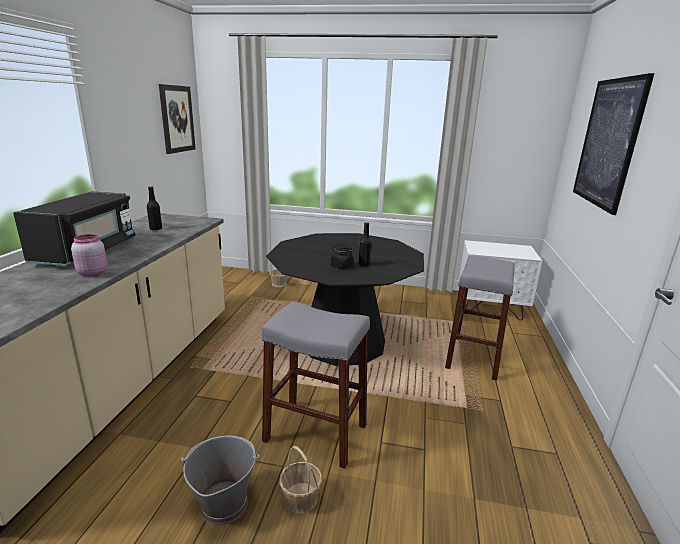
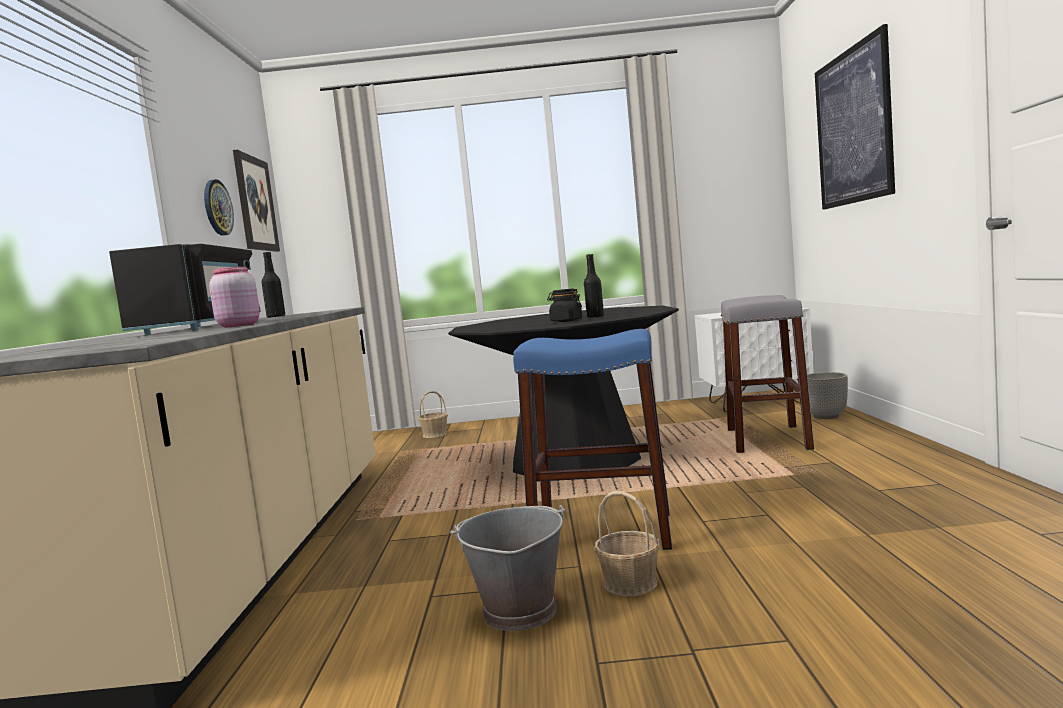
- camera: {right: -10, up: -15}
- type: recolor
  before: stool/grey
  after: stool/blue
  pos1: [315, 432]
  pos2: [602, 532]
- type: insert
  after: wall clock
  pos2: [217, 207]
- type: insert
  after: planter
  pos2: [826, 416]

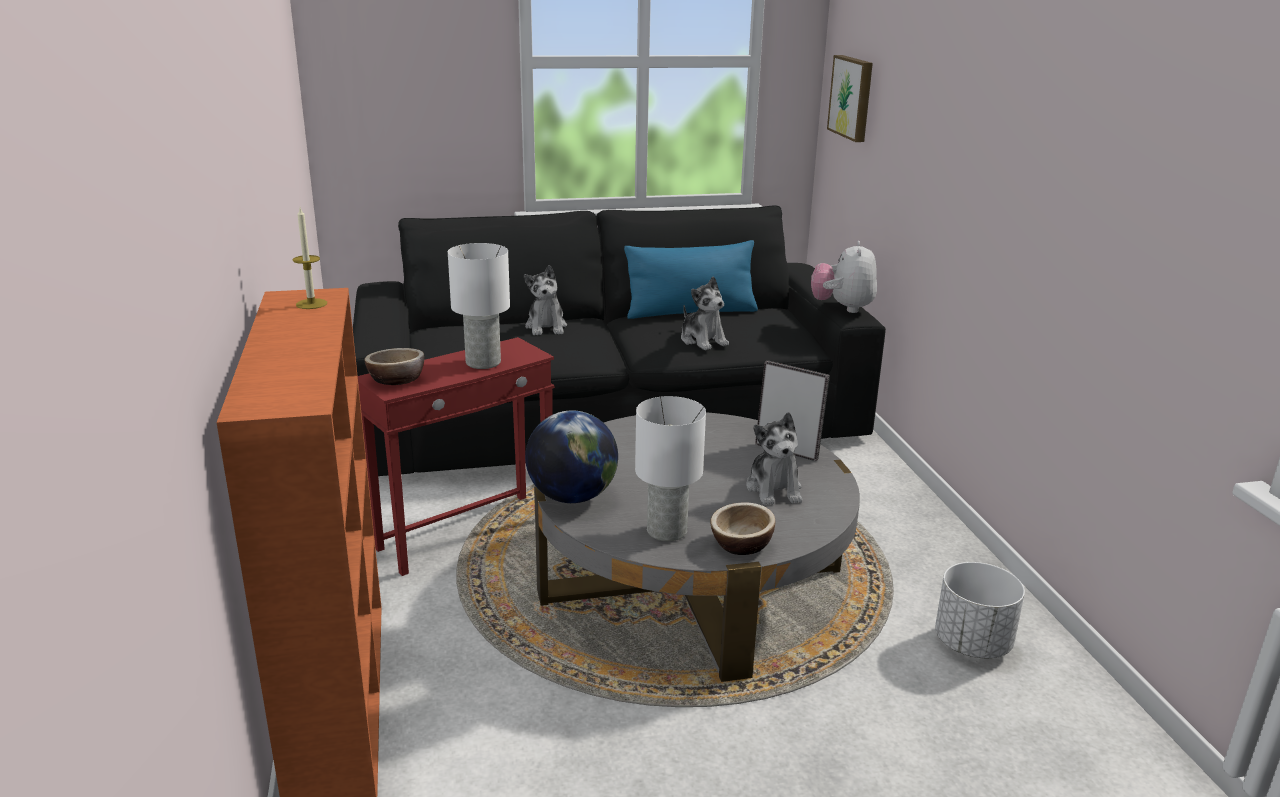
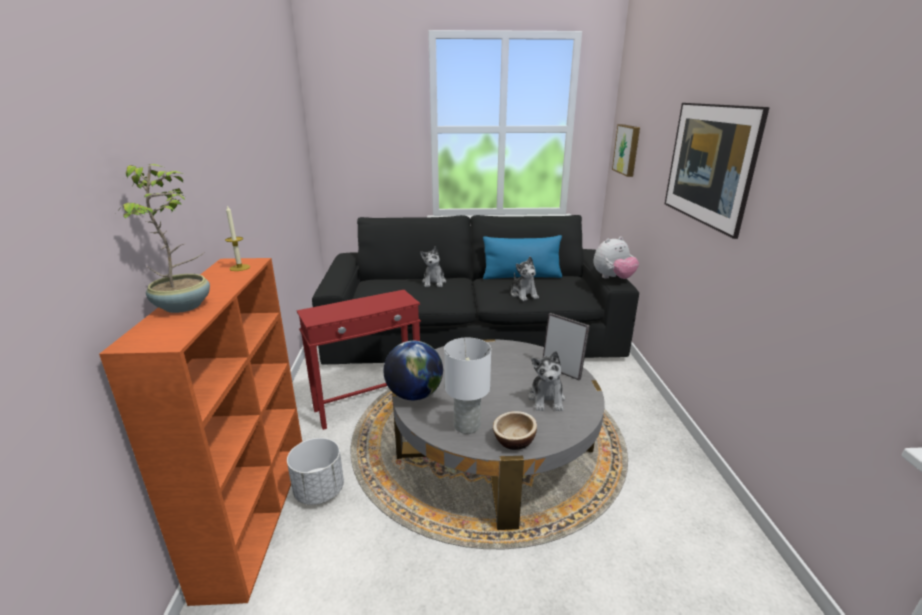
- camera: {right: 10, up: 0}
- type: rotate
  before: plush toy
  pos1: [842, 308]
  pos2: [613, 278]
  turn: -135
- type: delete
  before: table lamp/white
  pos1: [484, 362]
- type: delete
  before: bowl
  pos1: [396, 380]
- type: move
  before: planter/white
  pos1: [973, 644]
  pos2: [319, 491]
- type: insert
  after: picture
  pos2: [703, 192]
- type: insert
  after: potted plant
  pos2: [185, 306]

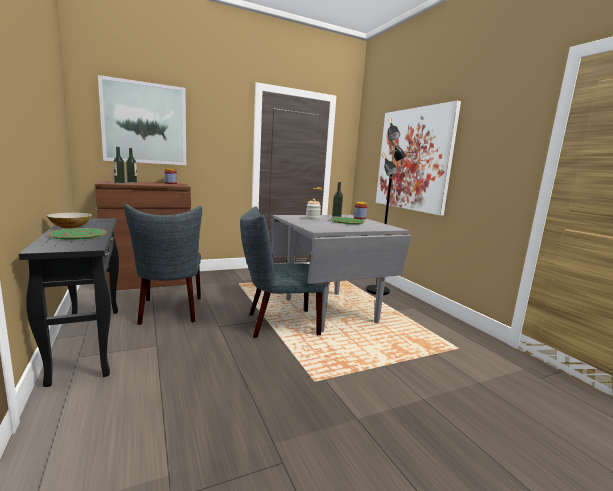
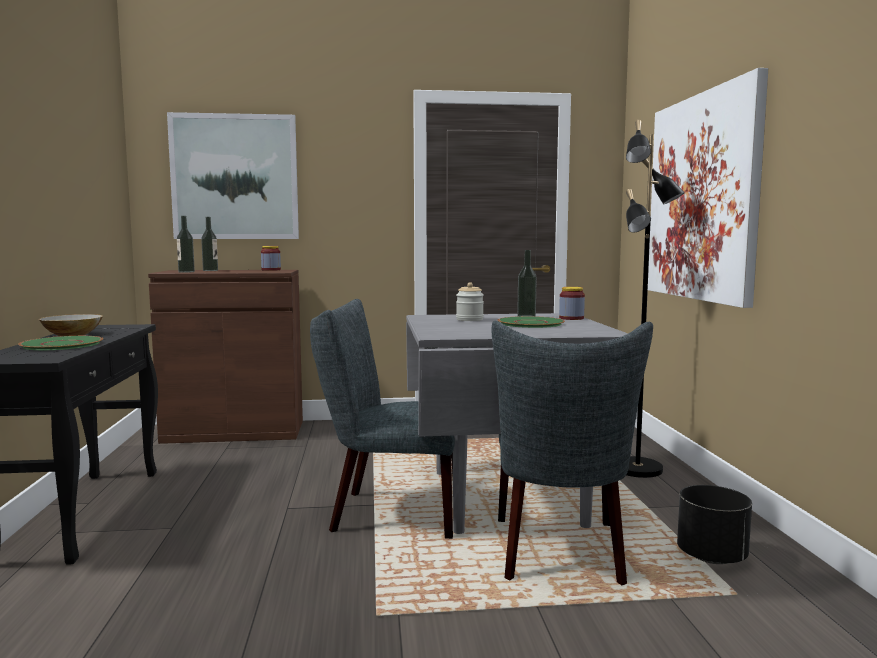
- camera: {right: 20, up: -5}
- type: move
  before: chair/grey
  pos1: [170, 312]
  pos2: [560, 555]
- type: insert
  after: planter/black
  pos2: [711, 557]

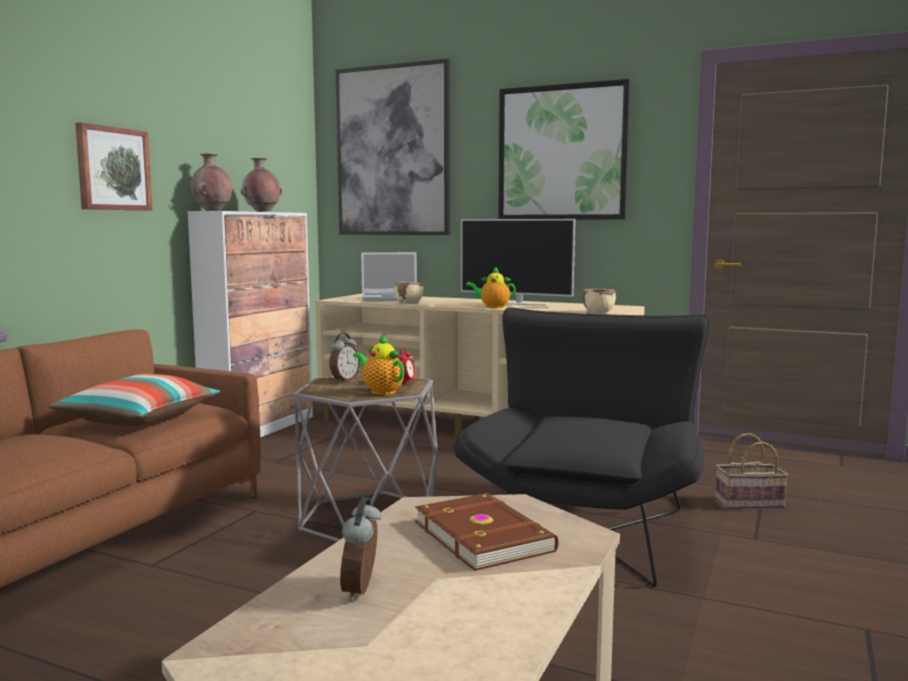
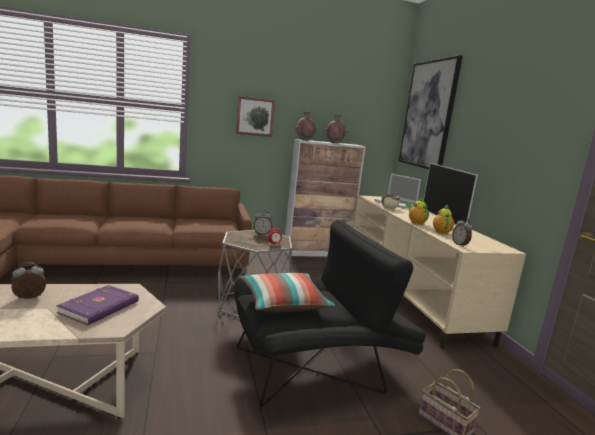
- camera: {right: 50, up: 5}
- type: delete
  before: picture
  pos1: [562, 153]
- type: replace
  before: bowl/beige
  after: alarm clock
  pos1: [598, 312]
  pos2: [460, 245]
- type: move
  before: teapot
  pos1: [381, 391]
  pos2: [441, 232]
- type: move
  before: pillow
  pos1: [139, 419]
  pos2: [283, 303]
- type: recolor
  before: book/brown
  after: book/purple
  pos1: [484, 535]
  pos2: [100, 307]

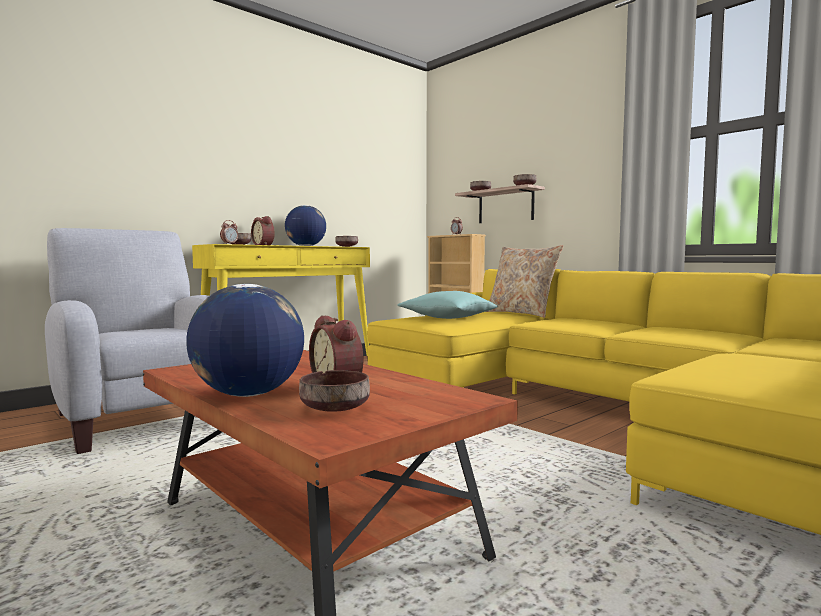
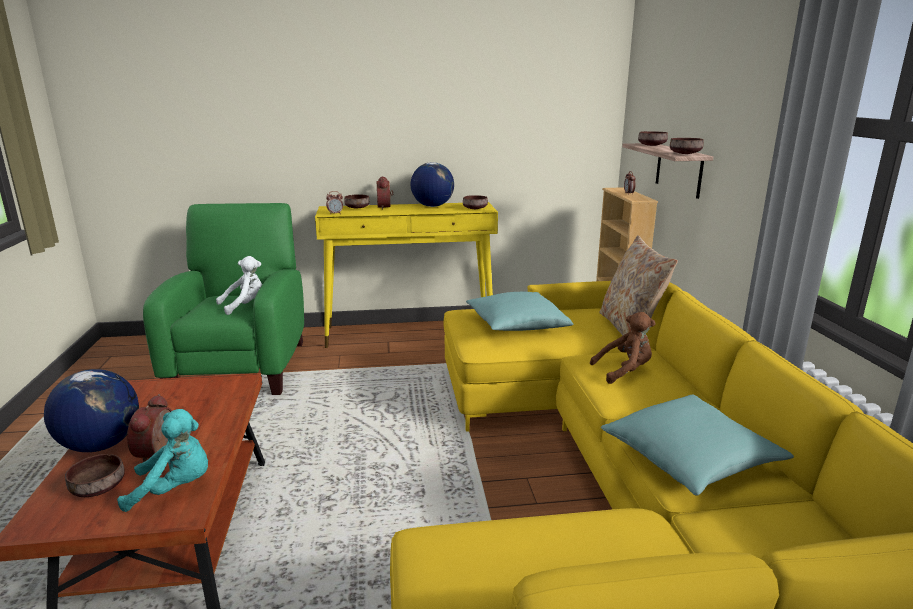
- camera: {right: 35, up: 15}
- type: recolor
  before: armchair/grey
  after: armchair/green
  pos1: [141, 417]
  pos2: [243, 365]
- type: insert
  after: plush toy/white
  pos2: [245, 305]
- type: insert
  after: plush toy/brown
  pos2: [624, 371]
- type: insert
  after: pillow/turquoise
  pos2: [690, 460]
- type: insert
  after: plush toy/turquoise
  pos2: [175, 489]

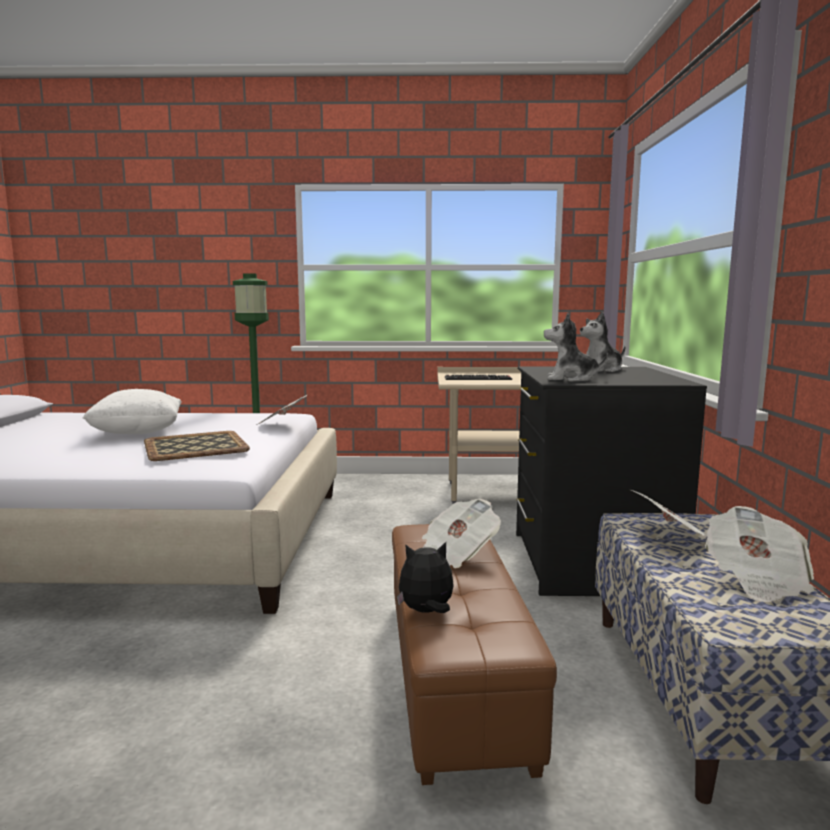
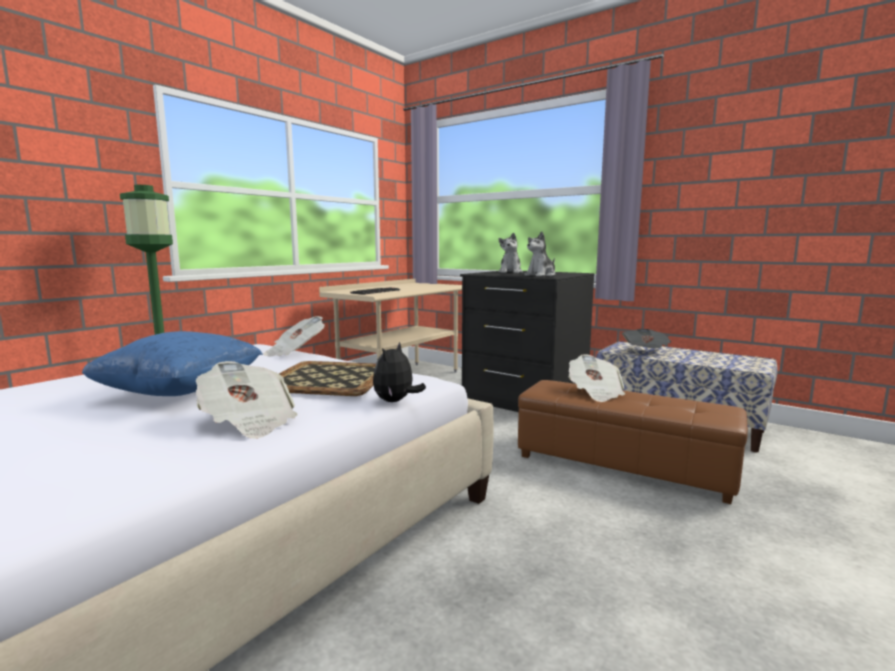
- camera: {right: -55, up: 0}
- type: recolor
  before: pillow/white
  after: pillow/blue
  pos1: [137, 433]
  pos2: [181, 393]
- type: move
  before: newspaper
  pos1: [755, 579]
  pos2: [249, 422]
- type: move
  before: plush toy
  pos1: [426, 612]
  pos2: [396, 401]

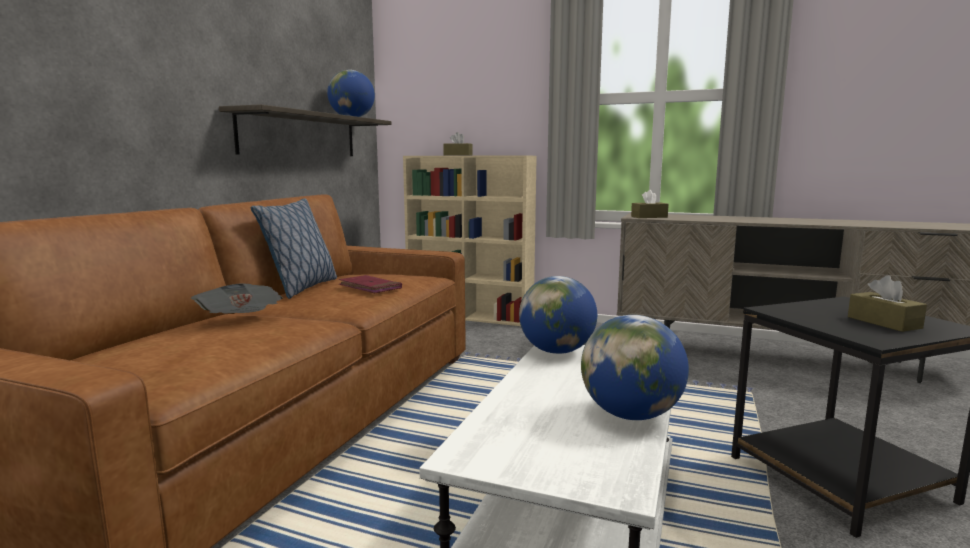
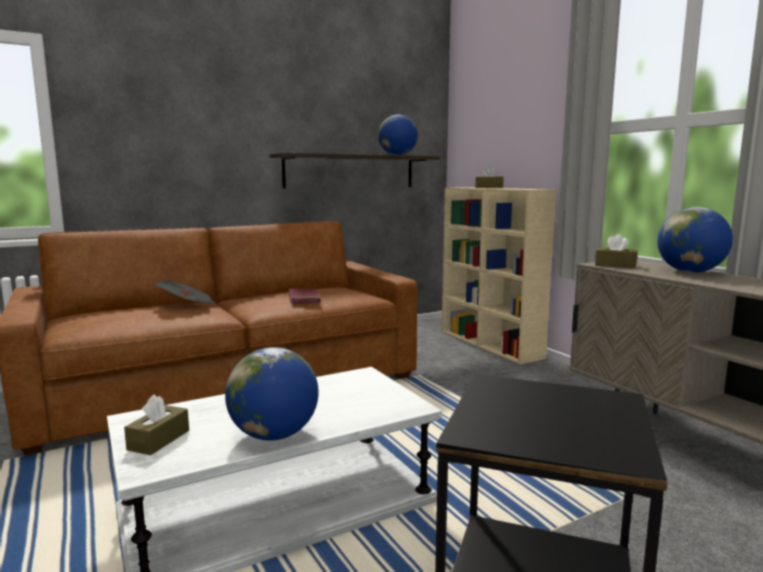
- camera: {right: 40, up: 0}
- type: delete
  before: pillow
  pos1: [301, 288]
- type: move
  before: tissue box/brown
  pos1: [884, 322]
  pos2: [159, 440]
- type: move
  before: globe
  pos1: [557, 351]
  pos2: [690, 272]

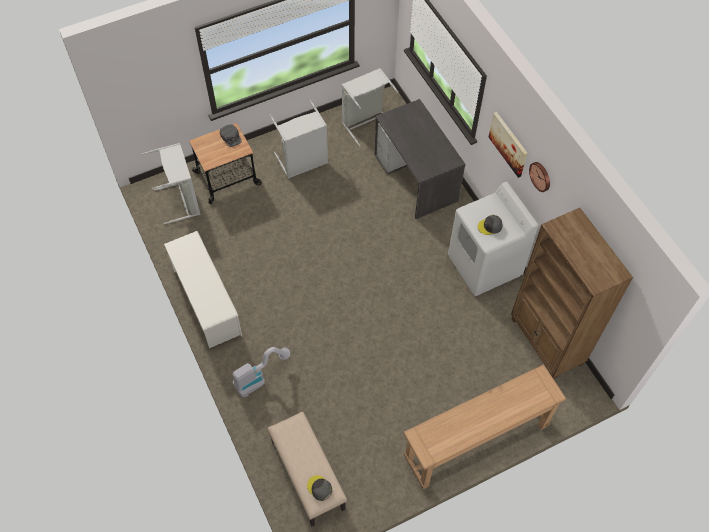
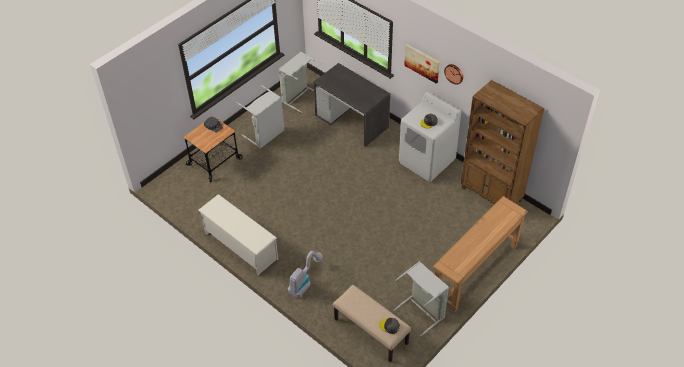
- camera: {right: -20, up: -10}
- type: move
  before: laundry basket/grey
  pos1: [183, 200]
  pos2: [422, 311]

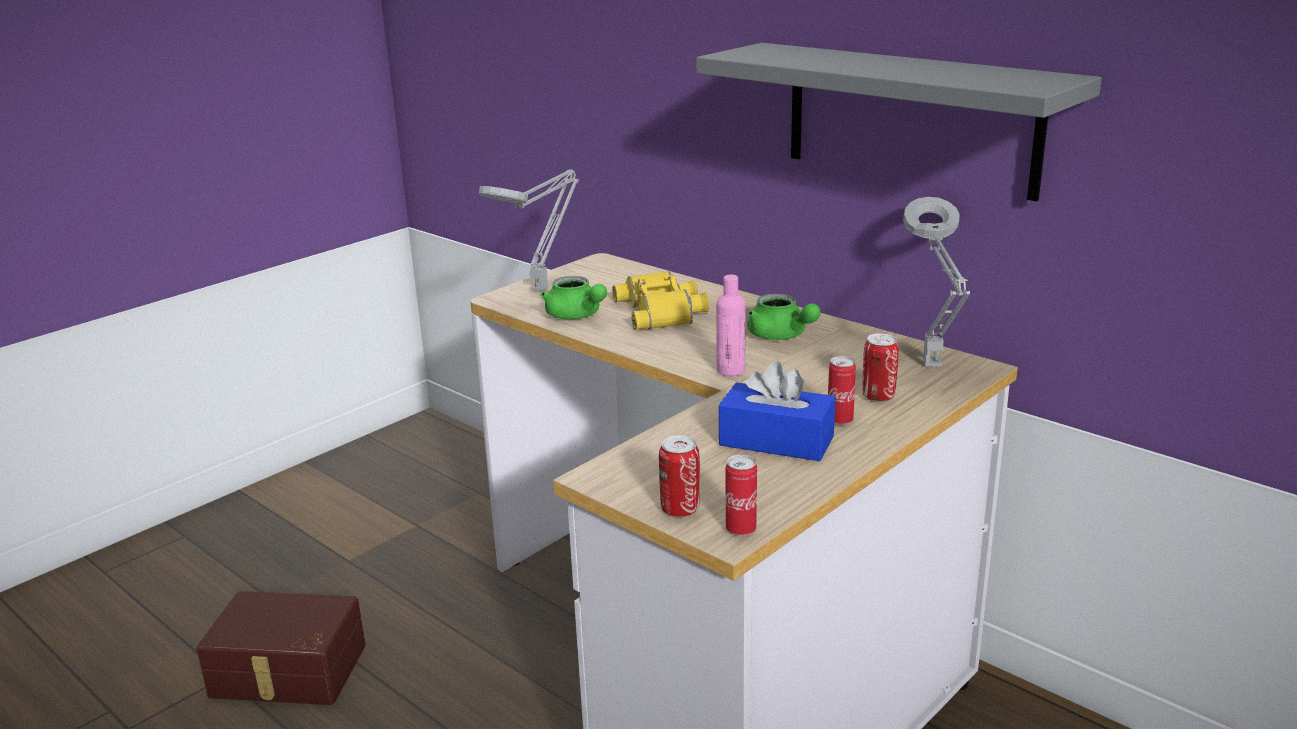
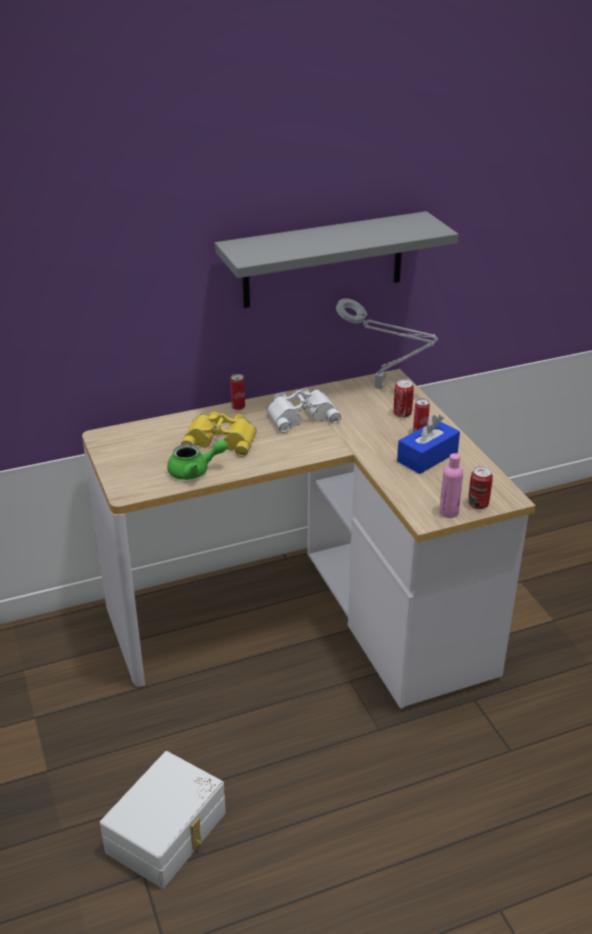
- camera: {right: -65, up: 10}
- type: delete
  before: table lamp/grey
  pos1: [542, 289]
- type: move
  before: bottle/pink
  pos1: [730, 370]
  pos2: [449, 512]
- type: replace
  before: teapot/green
  after: binoculars/white
  pos1: [781, 336]
  pos2: [301, 414]
- type: move
  before: can
  pos1: [741, 530]
  pos2: [238, 407]
- type: recolor
  before: storage box/brown
  after: storage box/white
  pos1: [287, 672]
  pos2: [168, 833]

